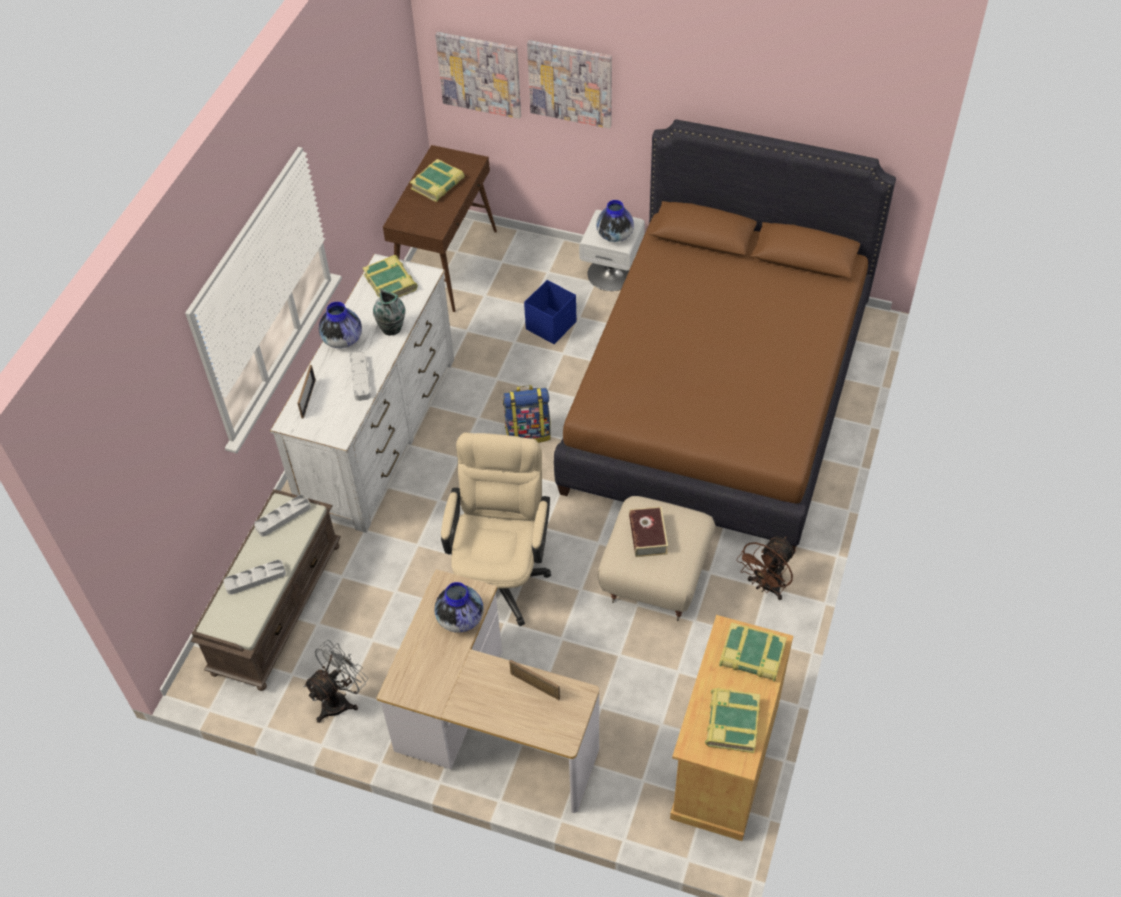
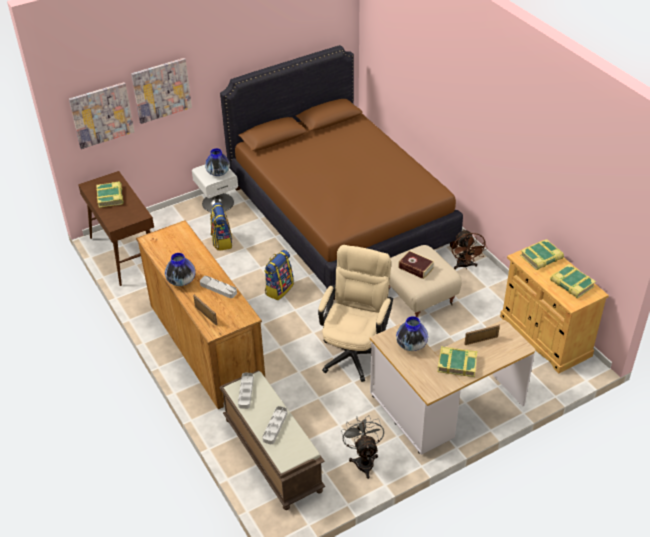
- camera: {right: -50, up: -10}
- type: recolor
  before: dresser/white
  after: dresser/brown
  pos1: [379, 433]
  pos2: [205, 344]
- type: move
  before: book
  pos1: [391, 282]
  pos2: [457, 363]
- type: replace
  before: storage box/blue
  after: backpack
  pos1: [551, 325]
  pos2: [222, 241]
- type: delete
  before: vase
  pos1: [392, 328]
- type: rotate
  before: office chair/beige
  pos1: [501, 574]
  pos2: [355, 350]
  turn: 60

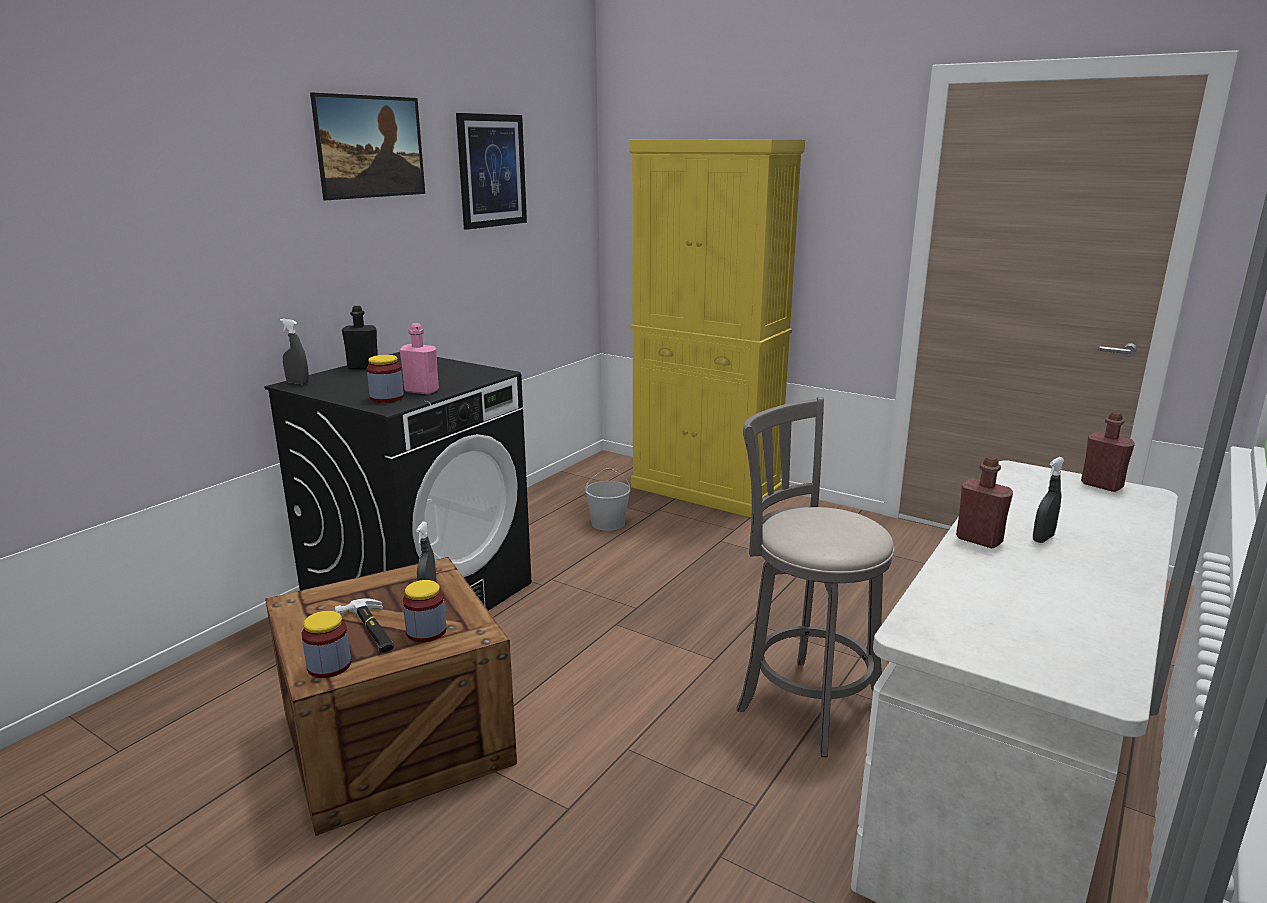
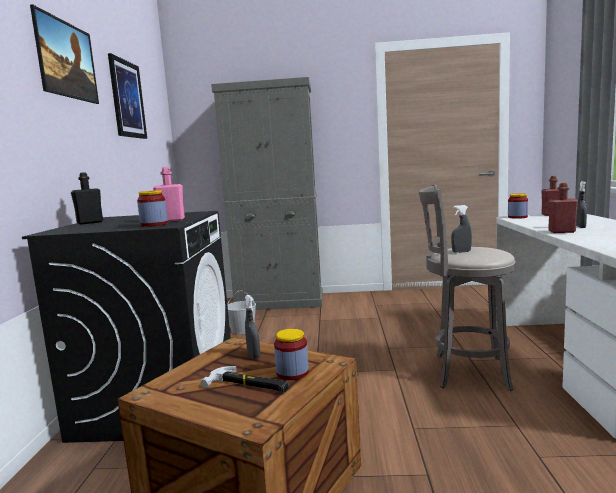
- camera: {right: -30, up: -10}
- type: recolor
  before: cabinet/yellow
  after: cabinet/grey
  pos1: [706, 490]
  pos2: [280, 302]
- type: move
  before: spray bottle/grey
  pos1: [297, 383]
  pos2: [461, 252]
- type: move
  before: jar
  pos1: [329, 666]
  pos2: [517, 217]

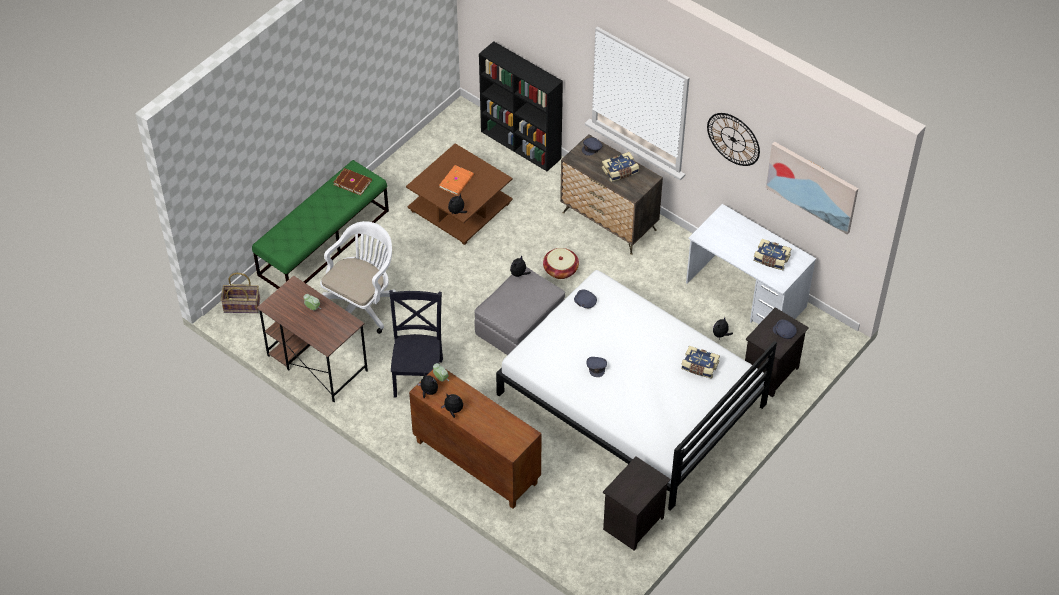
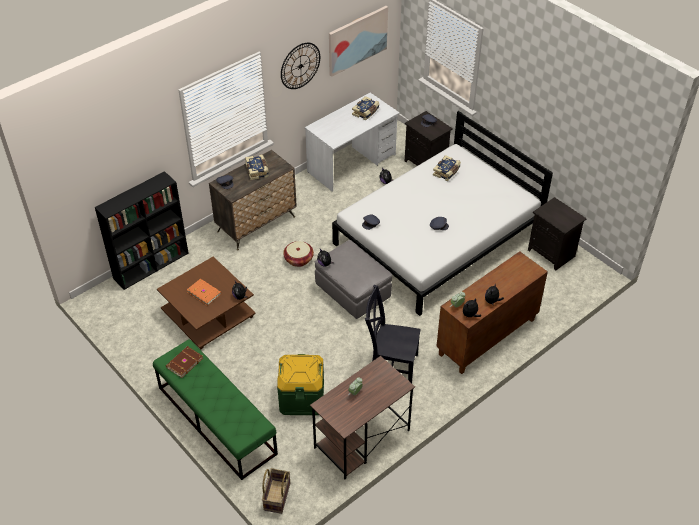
- camera: {right: -80, up: -5}
- type: replace
  before: office chair/white
  after: storage box/green
  pos1: [362, 305]
  pos2: [302, 397]

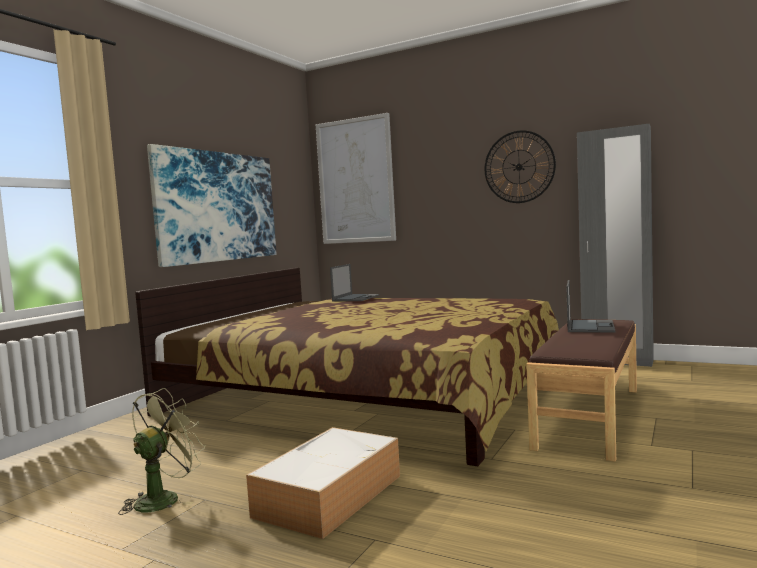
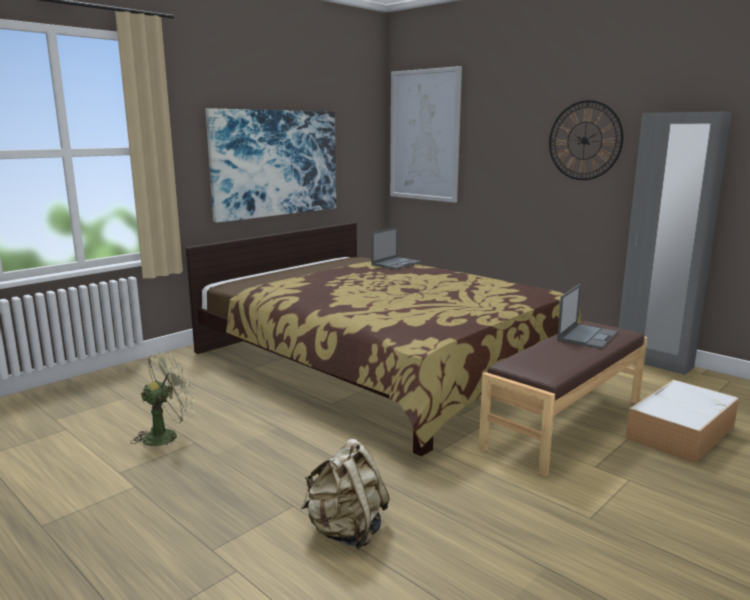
- camera: {right: 15, up: 10}
- type: move
  before: storage box
  pos1: [330, 494]
  pos2: [681, 431]
- type: insert
  after: backpack/beige
  pos2: [346, 531]

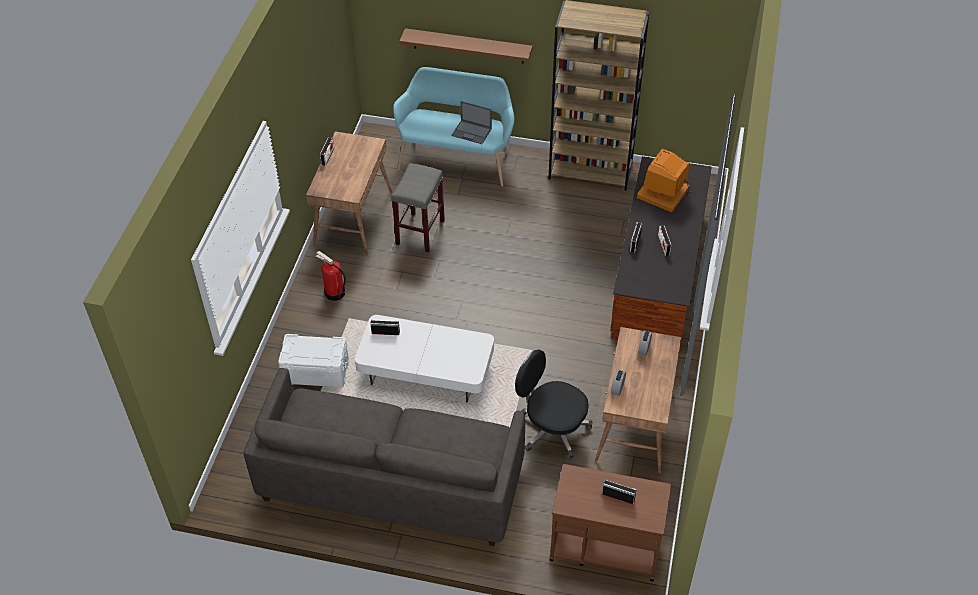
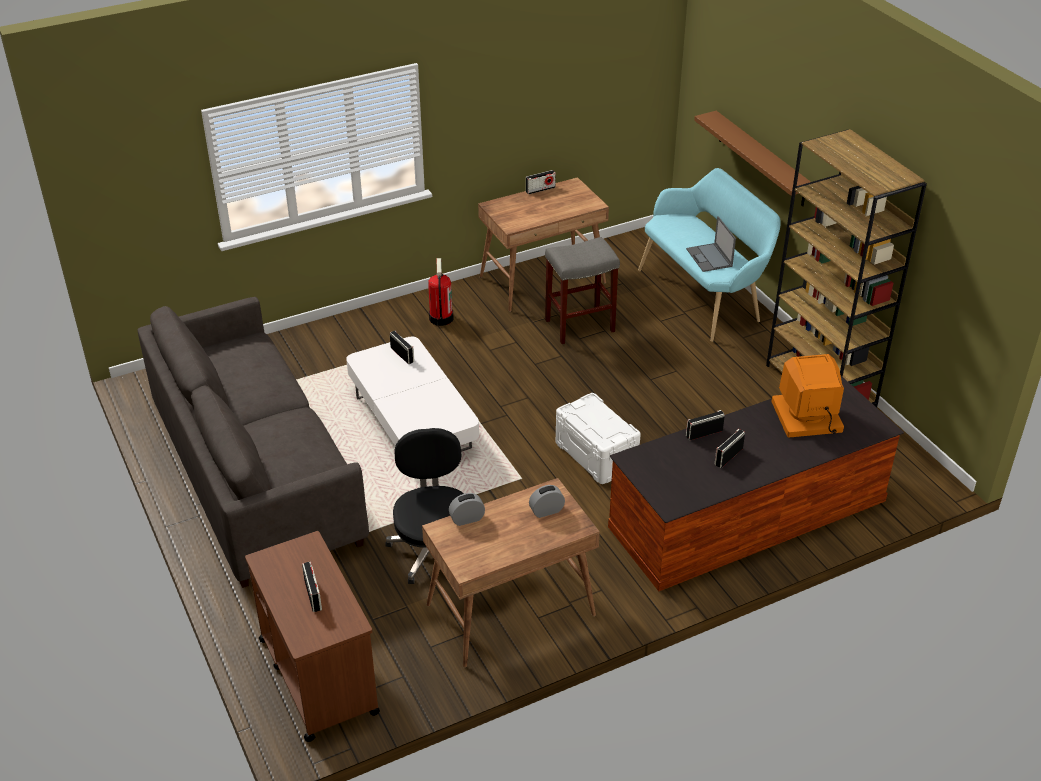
- camera: {right: 50, up: -10}
- type: move
  before: storage box/white
  pos1: [316, 372]
  pos2: [595, 455]

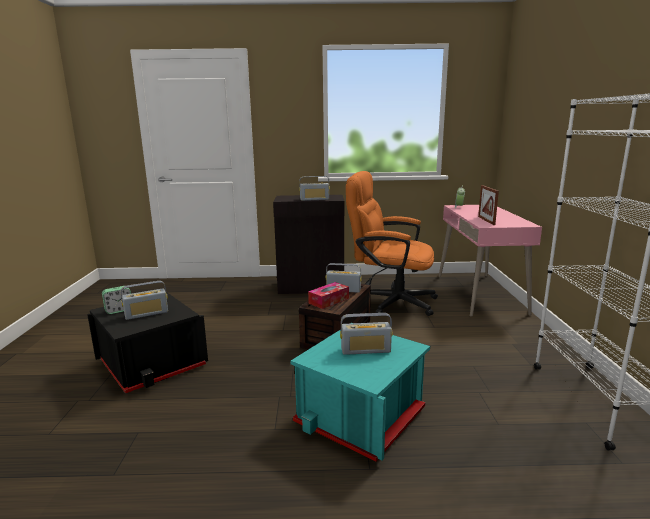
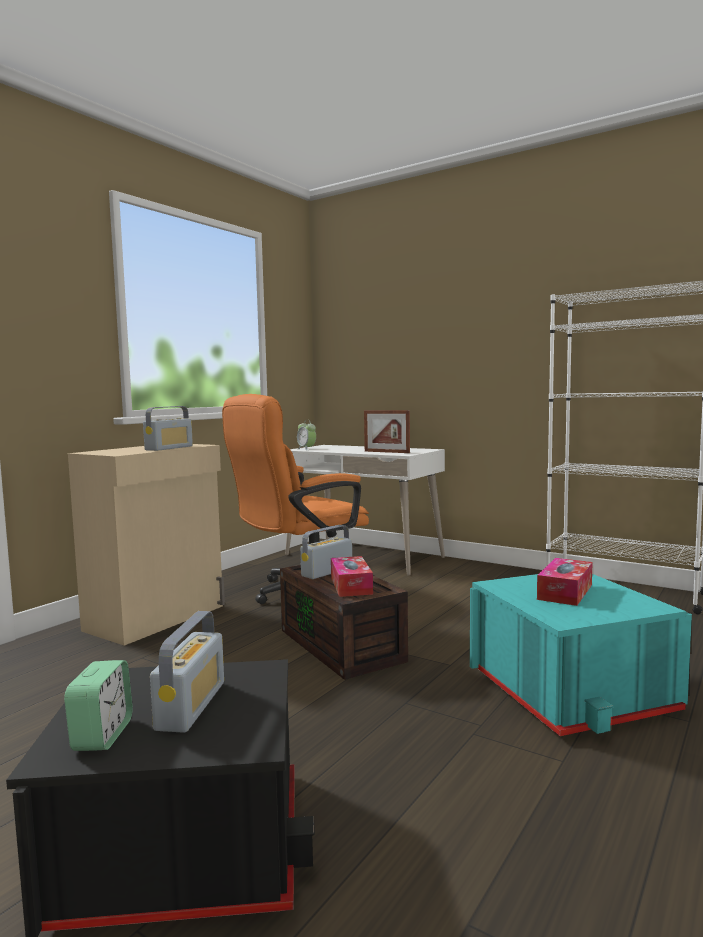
- camera: {right: -55, up: -10}
- type: recolor
  before: cabinet/black
  after: cabinet/beige
  pos1: [311, 287]
  pos2: [158, 618]
- type: recolor
  before: desk/pink
  after: desk/white
  pos1: [480, 294]
  pos2: [364, 556]
- type: replace
  before: radio
  after: tissue box
  pos1: [365, 350]
  pos2: [565, 592]

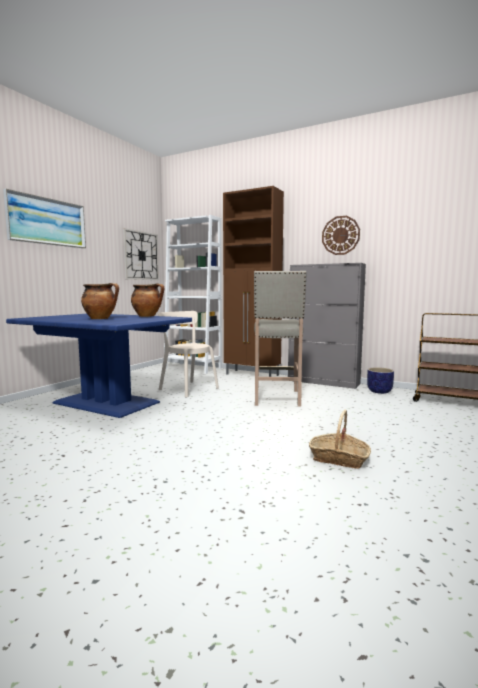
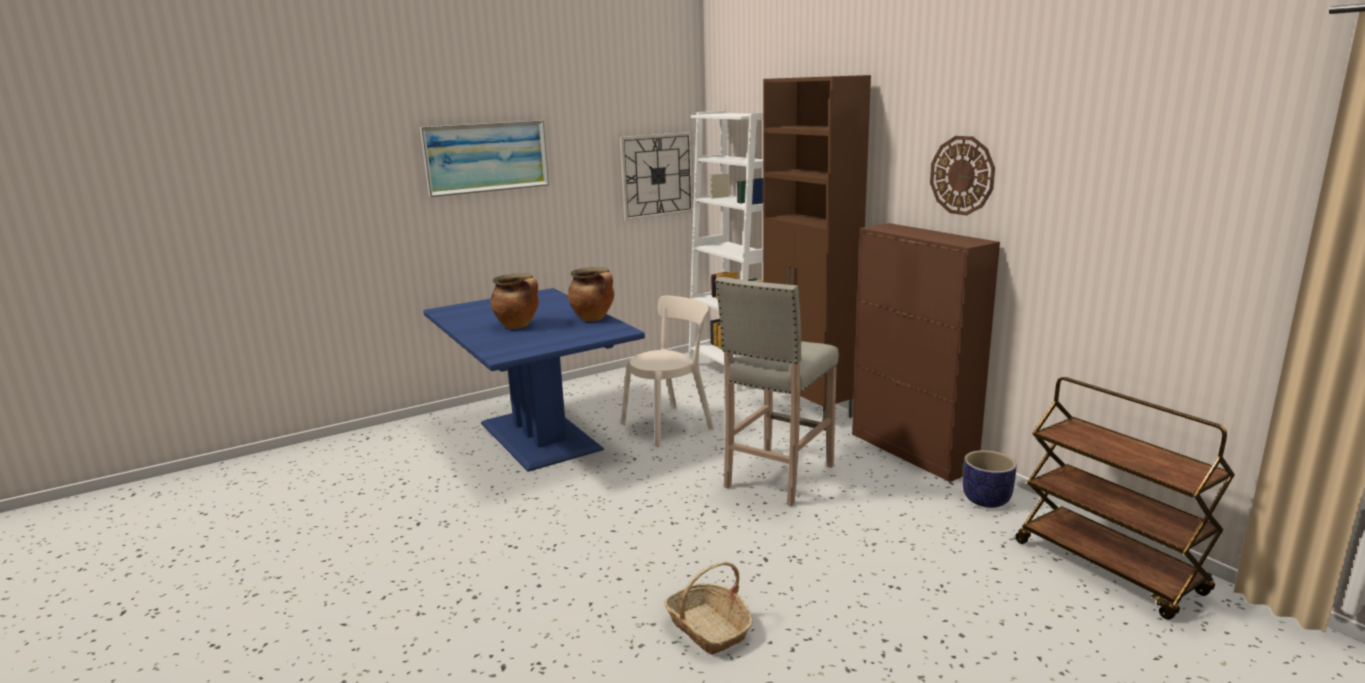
- camera: {right: 30, up: 10}
- type: recolor
  before: cabinet/grey
  after: cabinet/brown
  pos1: [323, 382]
  pos2: [912, 451]
- type: rotate
  before: chair/beige
  pos1: [187, 388]
  pos2: [670, 424]
  turn: 75

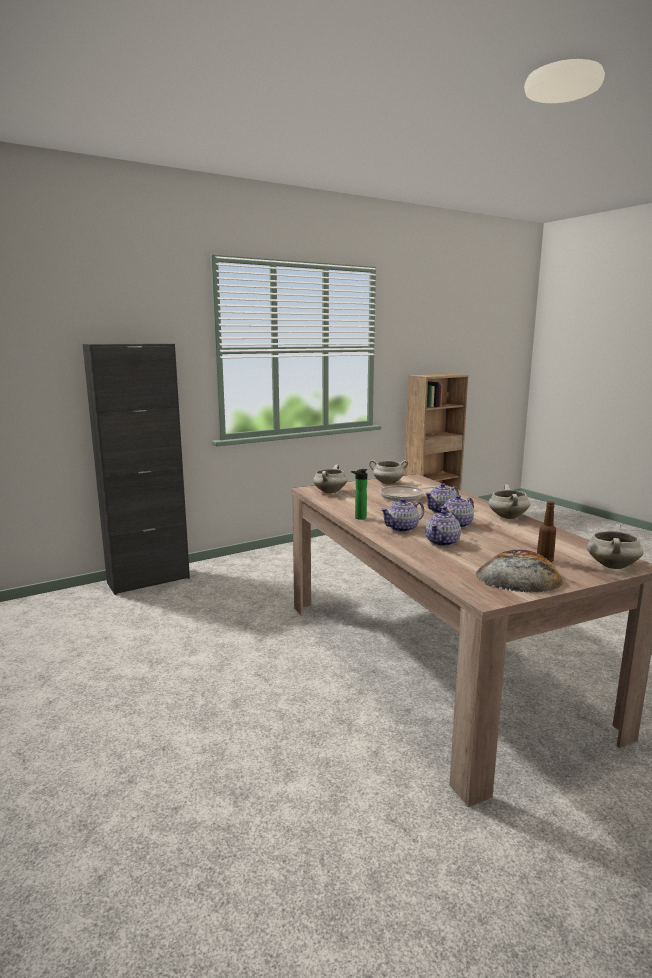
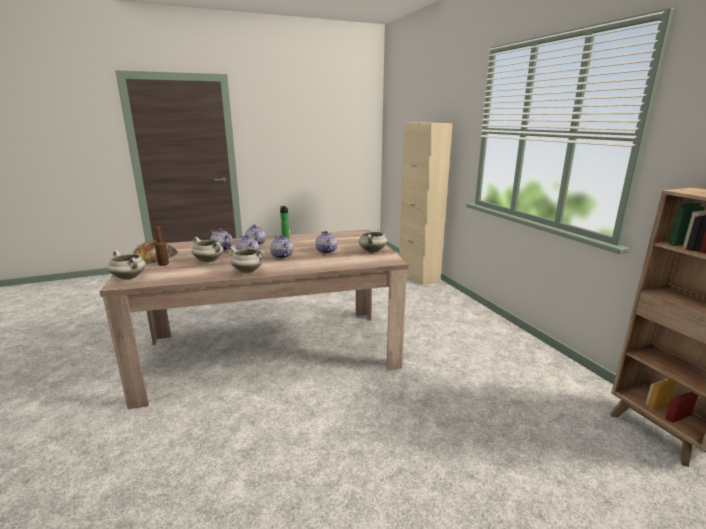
- camera: {right: 100, up: 5}
- type: recolor
  before: cabinet/black
  after: cabinet/beige
  pos1: [148, 580]
  pos2: [418, 275]
- type: move
  before: cooking pot/white
  pos1: [330, 492]
  pos2: [209, 261]
- type: replace
  before: frying pan
  after: teapot
  pos1: [404, 497]
  pos2: [326, 251]

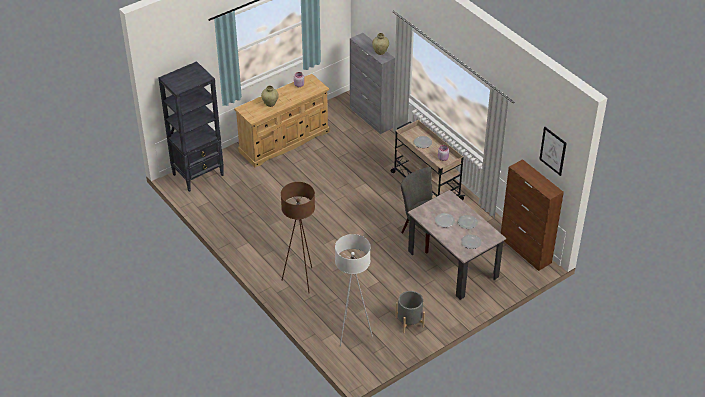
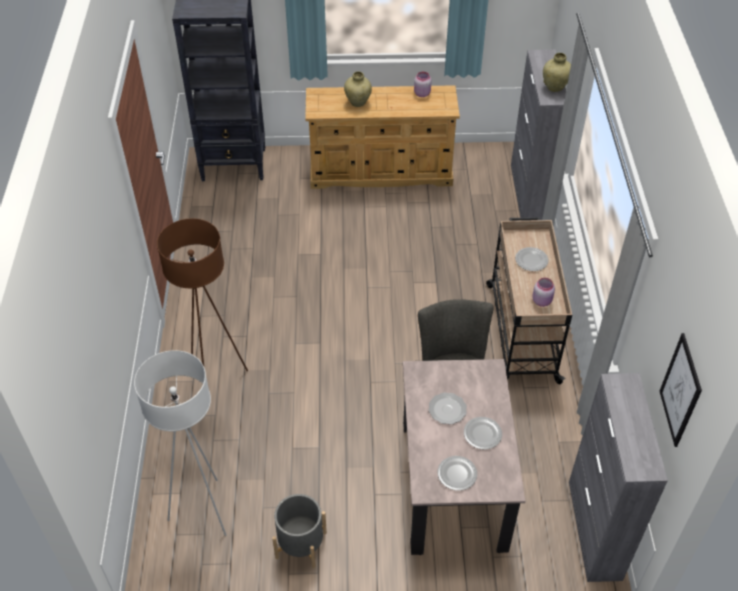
- camera: {right: 35, up: 5}
- type: recolor
  before: cabinet/brown
  after: cabinet/grey
  pos1: [525, 250]
  pos2: [594, 530]

